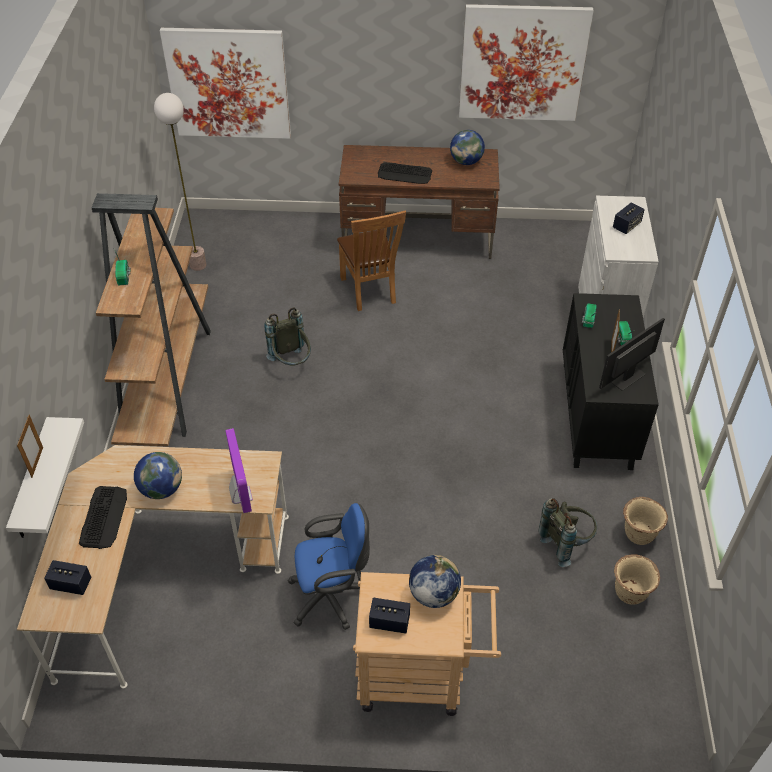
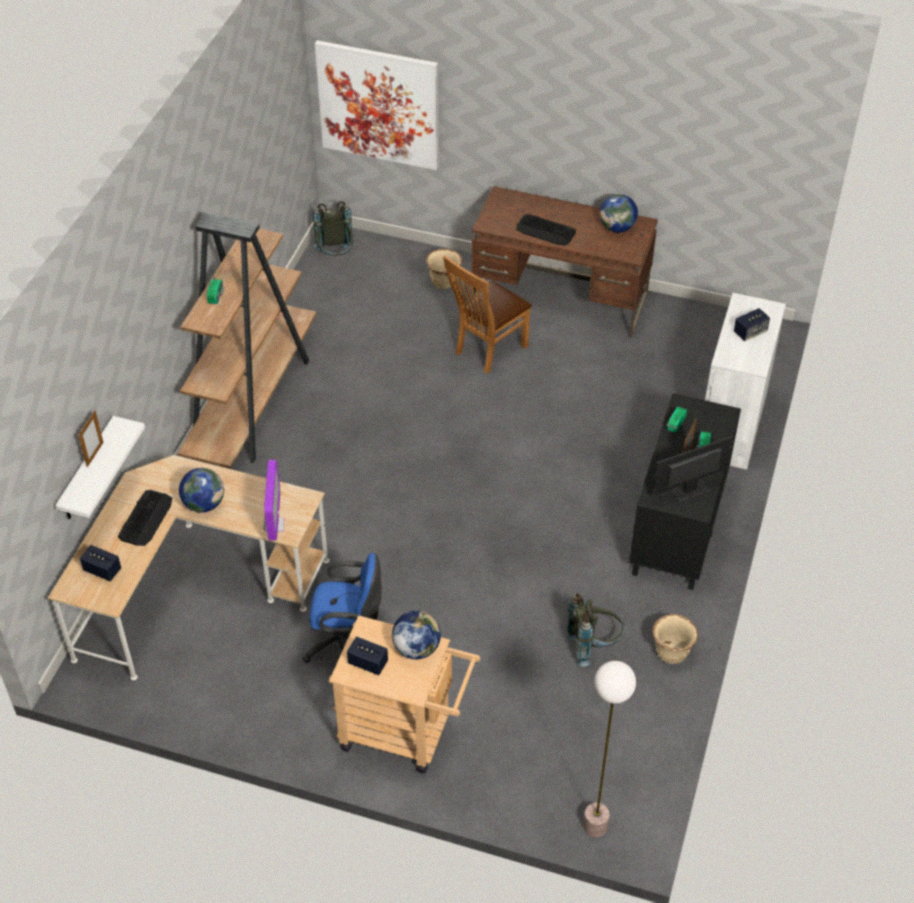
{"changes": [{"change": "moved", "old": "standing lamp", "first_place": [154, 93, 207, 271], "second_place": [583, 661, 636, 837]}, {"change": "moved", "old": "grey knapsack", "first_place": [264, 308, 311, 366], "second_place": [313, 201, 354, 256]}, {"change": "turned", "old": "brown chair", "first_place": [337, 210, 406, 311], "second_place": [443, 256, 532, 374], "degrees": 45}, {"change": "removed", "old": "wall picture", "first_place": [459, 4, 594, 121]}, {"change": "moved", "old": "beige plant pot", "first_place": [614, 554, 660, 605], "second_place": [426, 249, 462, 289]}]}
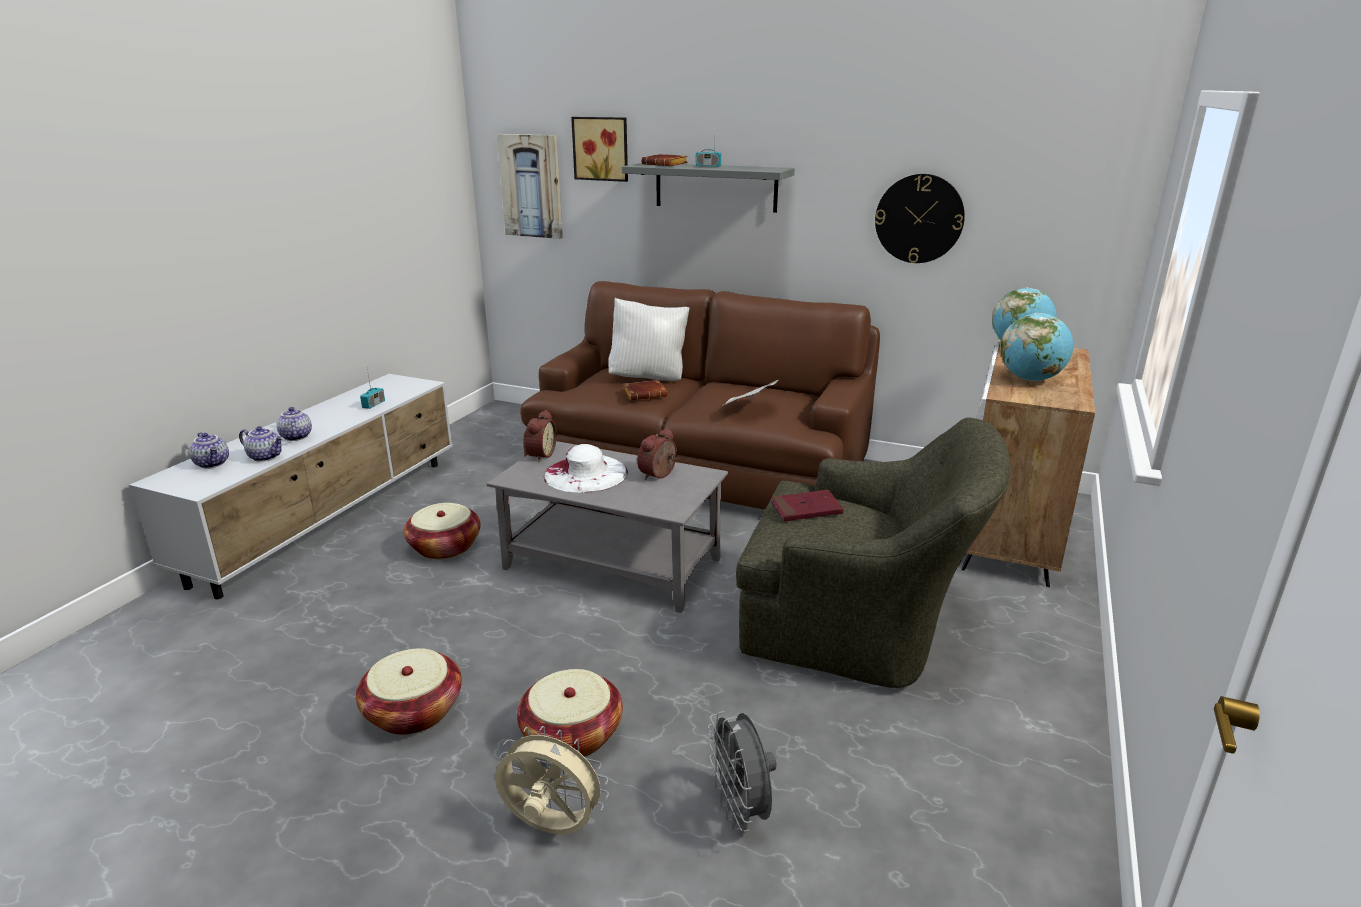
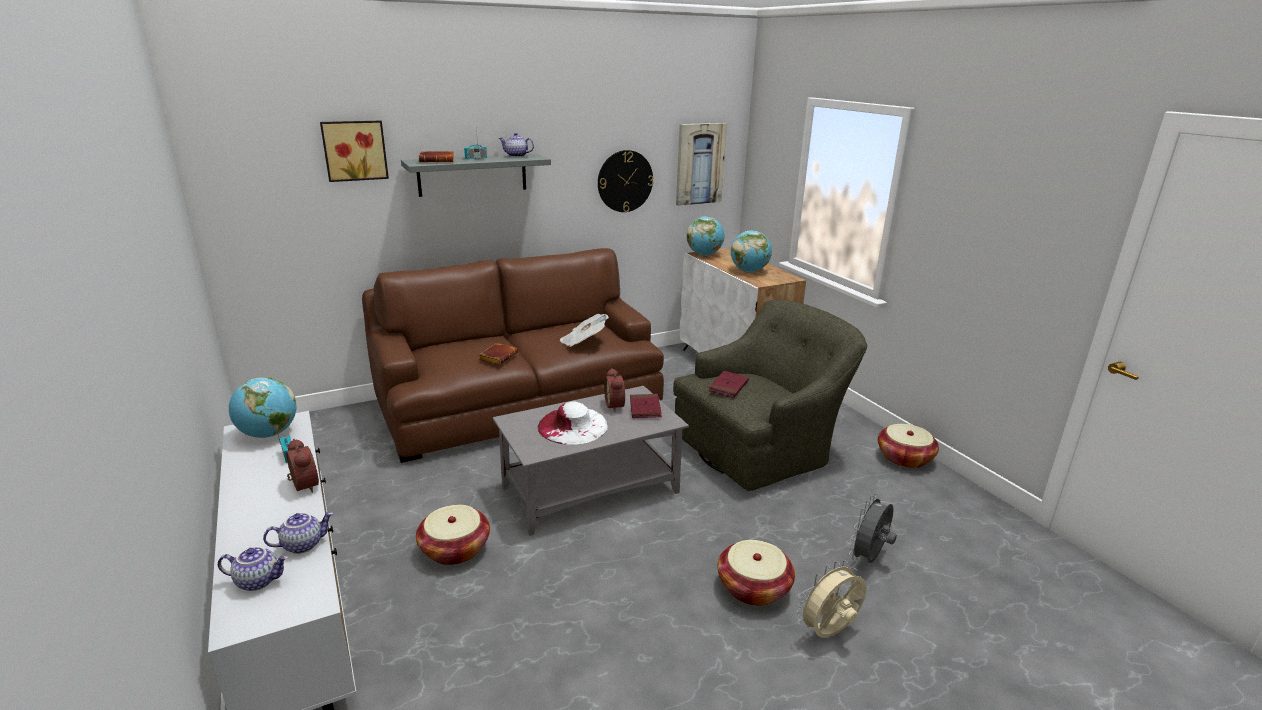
{"changes": [{"change": "moved", "old": "pot for tea", "first_place": [276, 407, 312, 441], "second_place": [499, 133, 534, 157]}, {"change": "moved", "old": "household basket", "first_place": [356, 648, 462, 735], "second_place": [878, 424, 939, 468]}, {"change": "moved", "old": "wall picture", "first_place": [497, 134, 563, 239], "second_place": [676, 123, 727, 206]}, {"change": "moved", "old": "alarm clock", "first_place": [524, 410, 557, 462], "second_place": [286, 439, 319, 493]}, {"change": "removed", "old": "white throw pillow", "first_place": [608, 298, 689, 381]}, {"change": "turned", "old": "grey cooling fan", "first_place": [708, 711, 777, 832], "second_place": [849, 493, 897, 563], "degrees": 105}, {"change": "added", "new": "globe", "second_place": [229, 377, 296, 438]}, {"change": "added", "new": "red book", "second_place": [630, 394, 662, 418]}]}
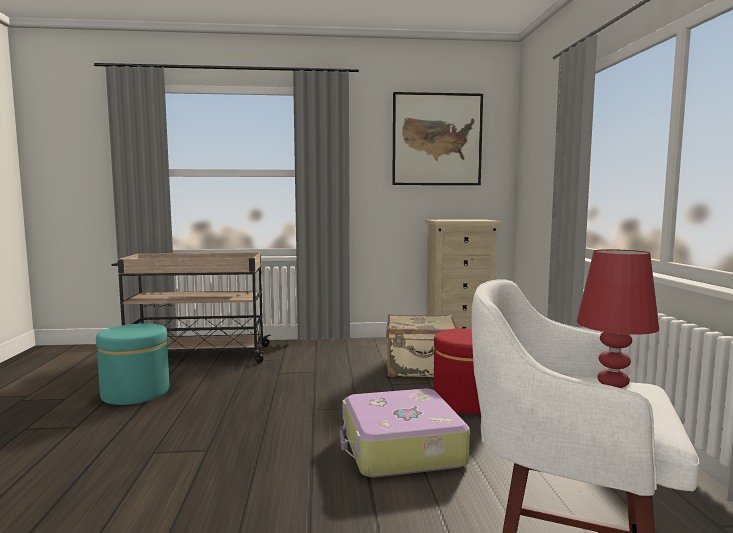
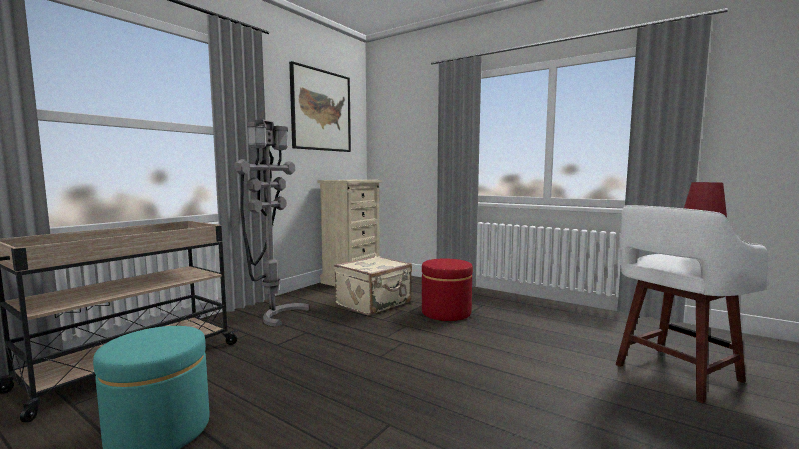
{"changes": [{"change": "removed", "old": "suitcase", "first_place": [340, 389, 470, 478]}, {"change": "added", "new": "grey standing lamp", "second_place": [234, 119, 309, 326]}]}
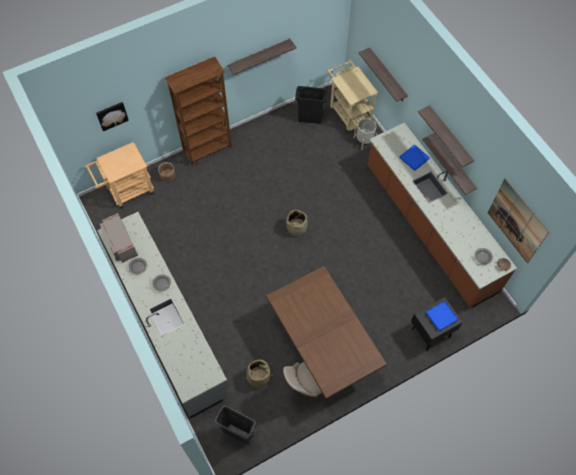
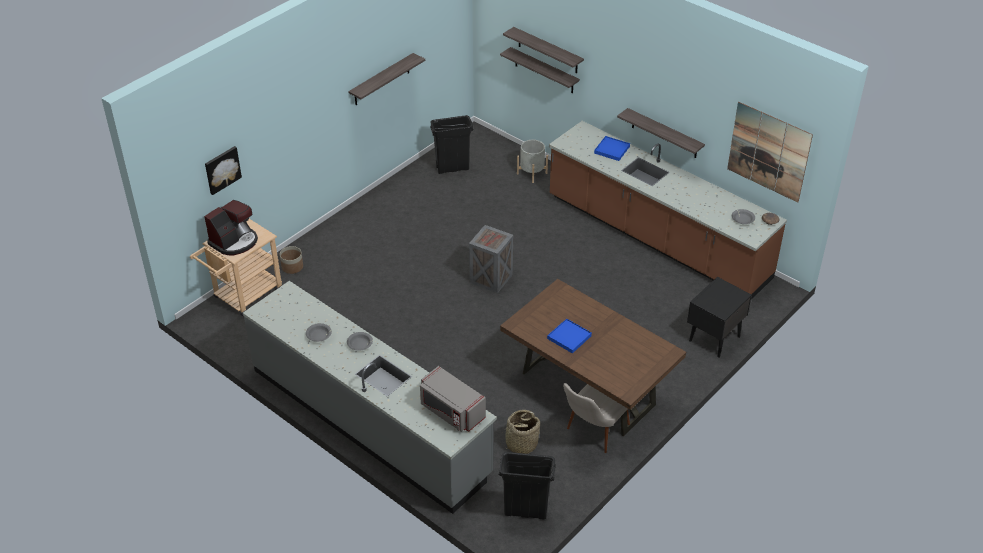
{"changes": [{"change": "moved", "old": "grey microwave oven", "first_place": [100, 213, 138, 263], "second_place": [420, 366, 486, 432]}, {"change": "removed", "old": "brown bookcase", "first_place": [165, 57, 232, 166]}, {"change": "replaced", "old": "household basket", "new": "crate", "first_place": [286, 210, 308, 237], "second_place": [469, 225, 513, 293]}, {"change": "removed", "old": "beige cart", "first_place": [327, 60, 378, 132]}, {"change": "moved", "old": "bracket shelf", "first_place": [418, 106, 474, 167], "second_place": [503, 27, 584, 73]}, {"change": "moved", "old": "blue-coloured carrying tray", "first_place": [426, 301, 458, 331], "second_place": [547, 319, 592, 353]}, {"change": "added", "new": "coffee maker", "second_place": [204, 200, 258, 255]}]}
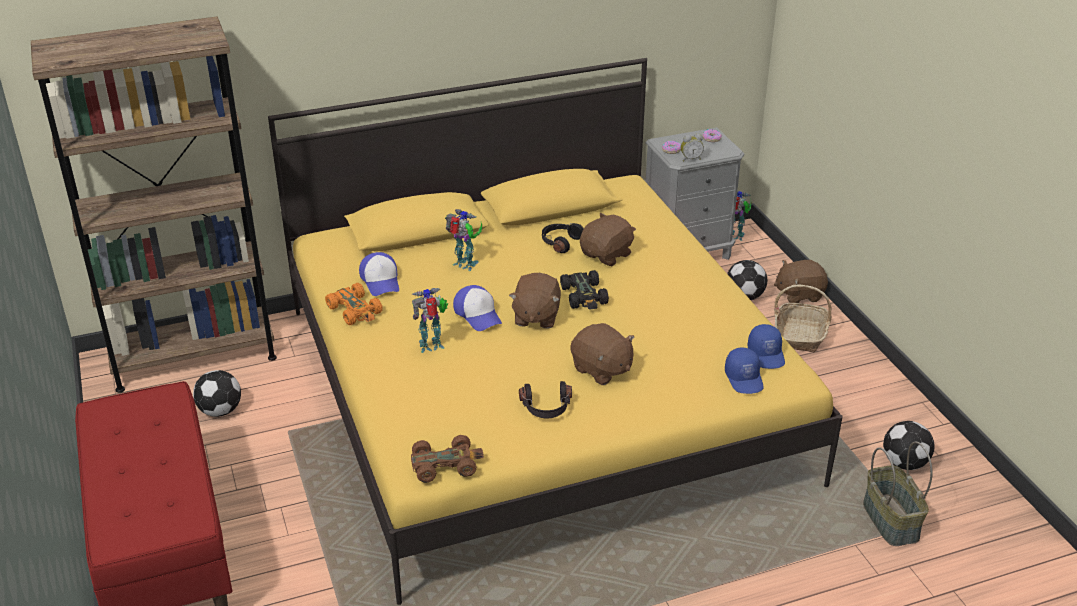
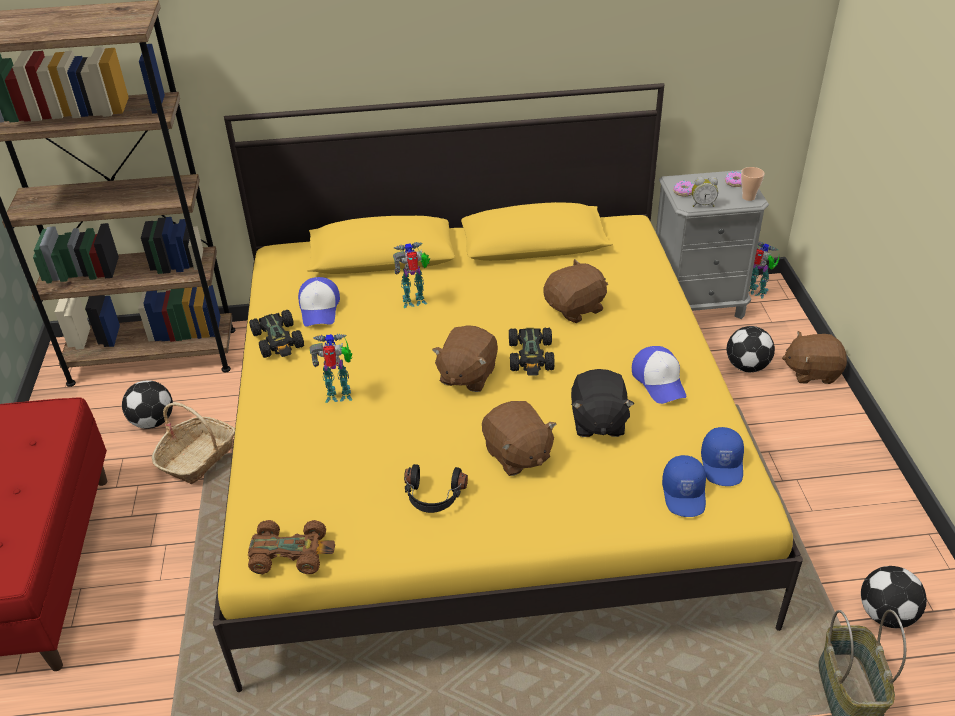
{"changes": [{"change": "recoloured", "old": "orange miniature car", "new": "blackish miniature car", "first_place": [325, 283, 383, 325], "second_place": [249, 309, 304, 358]}, {"change": "turned", "old": "model robot", "first_place": [445, 209, 482, 271], "second_place": [393, 242, 430, 308], "degrees": -60}, {"change": "moved", "old": "peaked cap", "first_place": [453, 285, 502, 331], "second_place": [632, 346, 687, 404]}, {"change": "removed", "old": "blackish headset", "first_place": [542, 223, 584, 253]}, {"change": "moved", "old": "household basket", "first_place": [774, 285, 831, 353], "second_place": [152, 402, 235, 484]}, {"change": "added", "new": "blackish plush toy", "second_place": [571, 369, 634, 437]}, {"change": "added", "new": "cup", "second_place": [741, 167, 765, 201]}]}
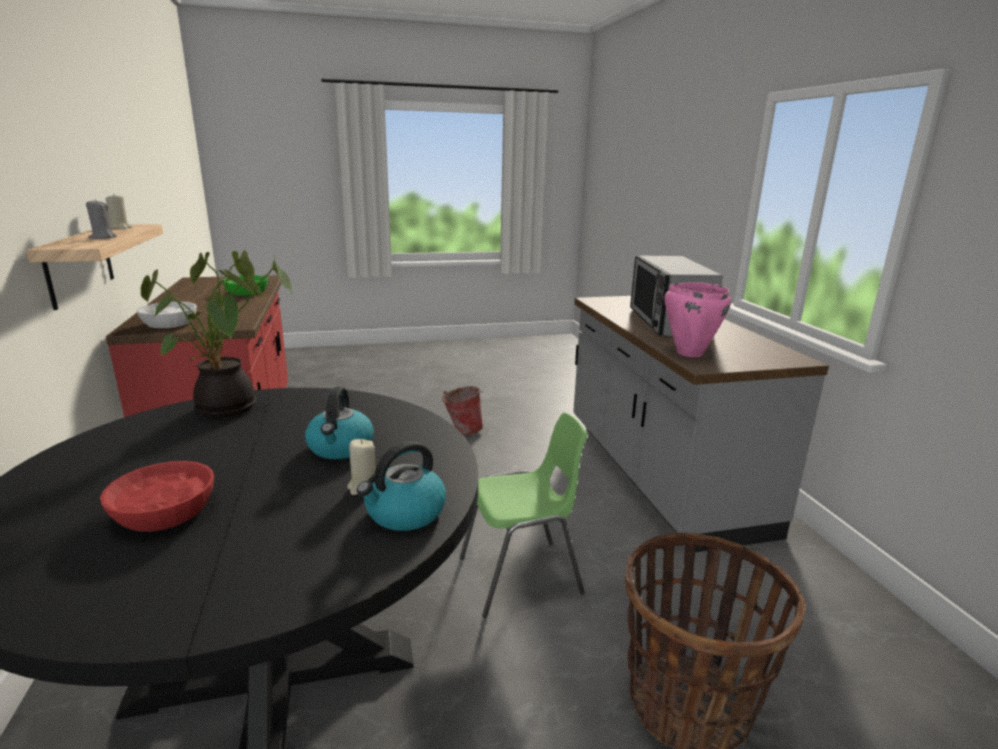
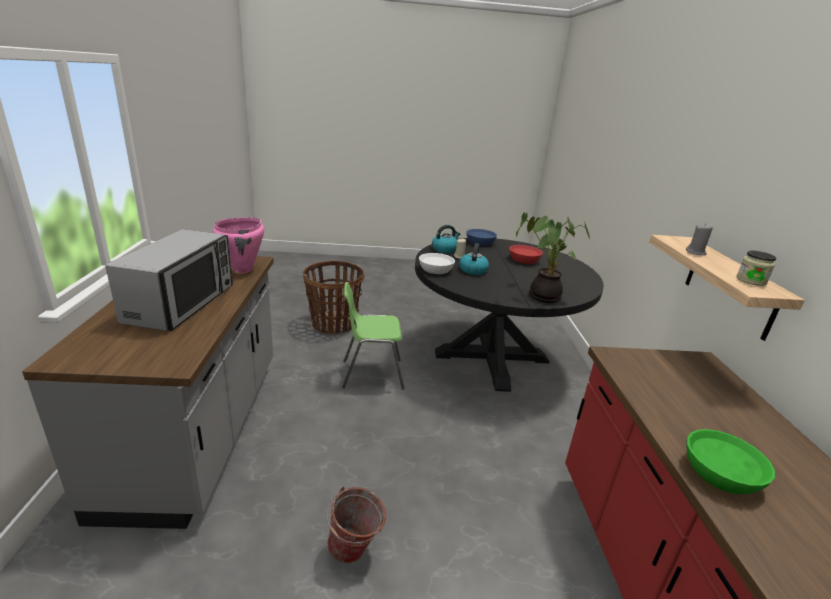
{"changes": [{"change": "replaced", "old": "beige wax candle", "new": "preserve jar", "first_place": [105, 193, 133, 229], "second_place": [736, 251, 776, 286]}, {"change": "moved", "old": "white bowl", "first_place": [136, 302, 197, 328], "second_place": [419, 253, 455, 274]}, {"change": "added", "new": "blue-coloured bowl", "second_place": [466, 229, 497, 246]}]}
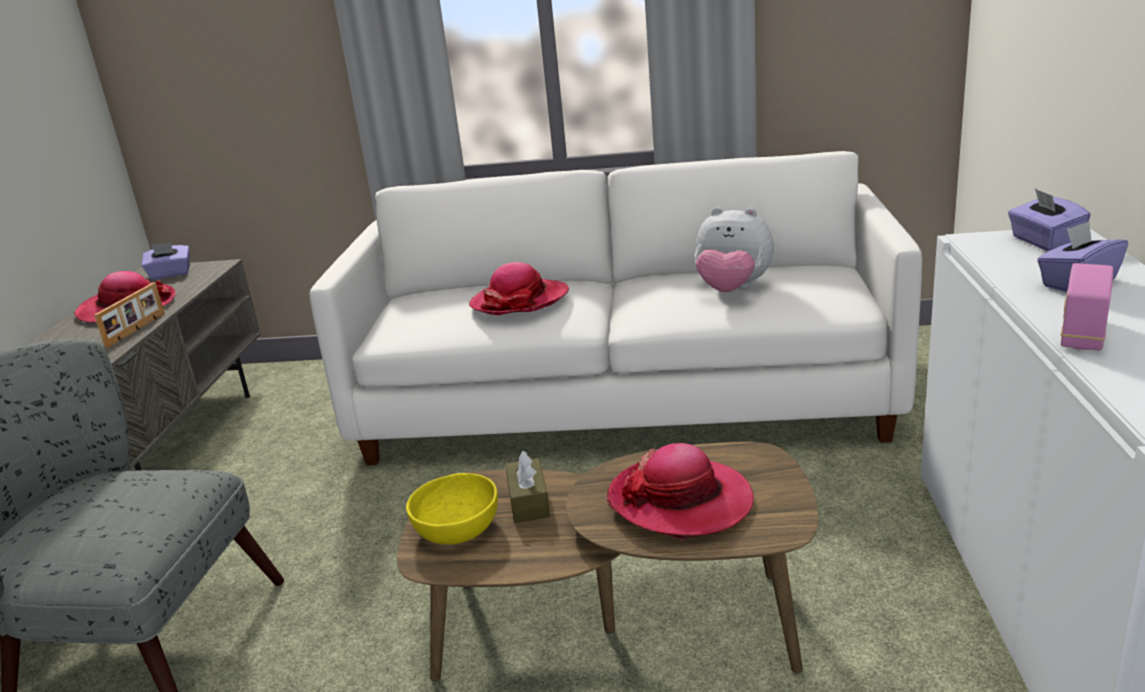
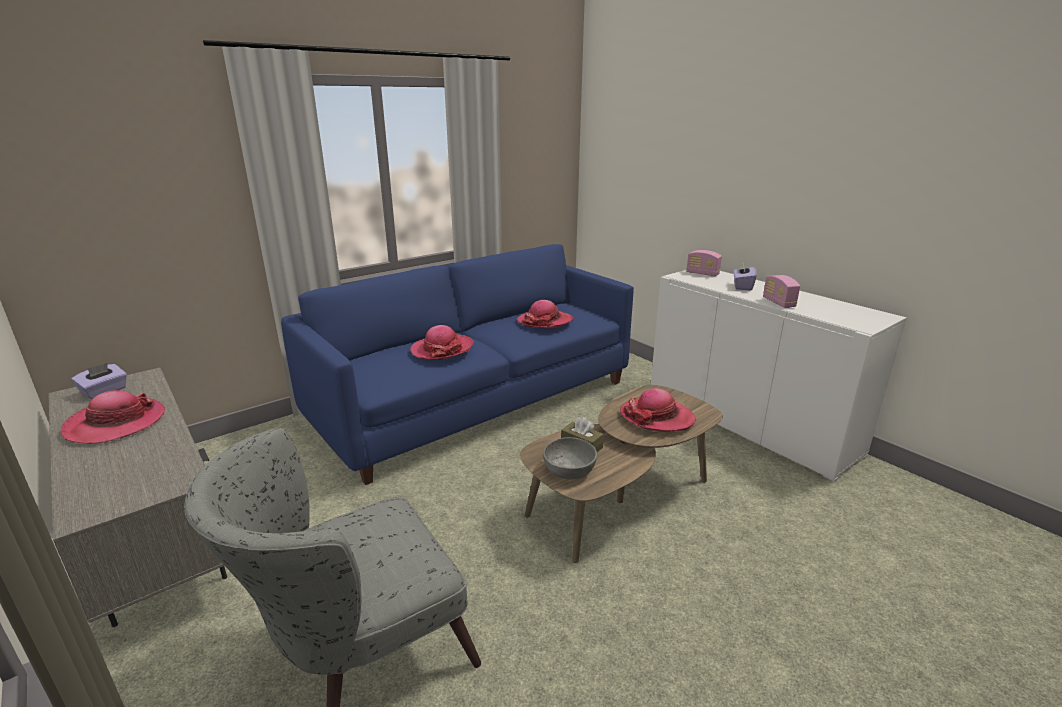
{"changes": [{"change": "removed", "old": "photo frame", "first_place": [94, 283, 165, 348]}, {"change": "recoloured", "old": "white sofa", "new": "blue-coloured sofa", "first_place": [310, 151, 922, 465], "second_place": [281, 244, 634, 485]}, {"change": "recoloured", "old": "yellow-coloured bowl", "new": "grey bowl", "first_place": [406, 473, 498, 545], "second_place": [543, 437, 597, 480]}, {"change": "replaced", "old": "plush toy", "new": "hat", "first_place": [695, 207, 774, 292], "second_place": [517, 300, 573, 329]}, {"change": "replaced", "old": "purple-coloured tissue box", "new": "radio set", "first_place": [1008, 188, 1091, 251], "second_place": [686, 250, 722, 277]}]}
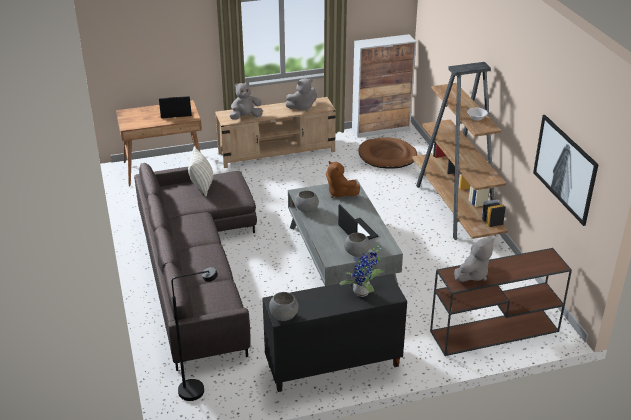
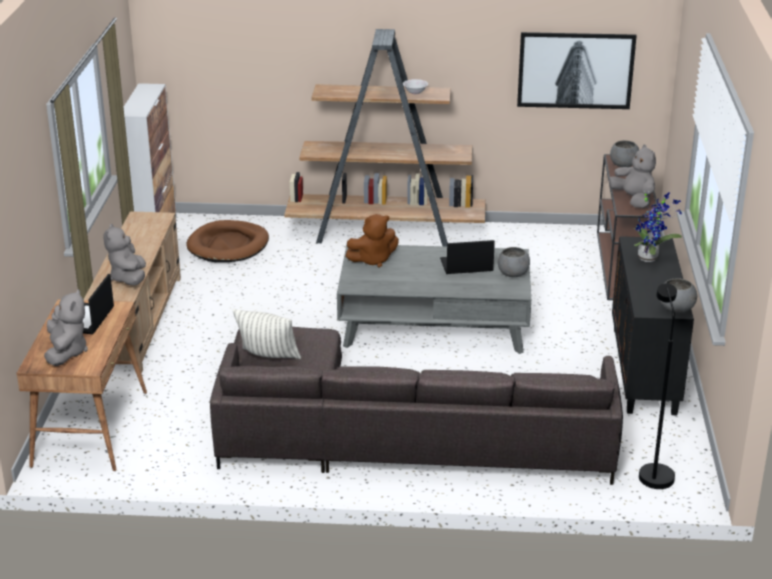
{"changes": [{"change": "moved", "old": "grey plush toy", "first_place": [285, 78, 317, 112], "second_place": [44, 289, 88, 366]}, {"change": "moved", "old": "grey bowl", "first_place": [295, 190, 319, 213], "second_place": [610, 140, 639, 167]}]}
